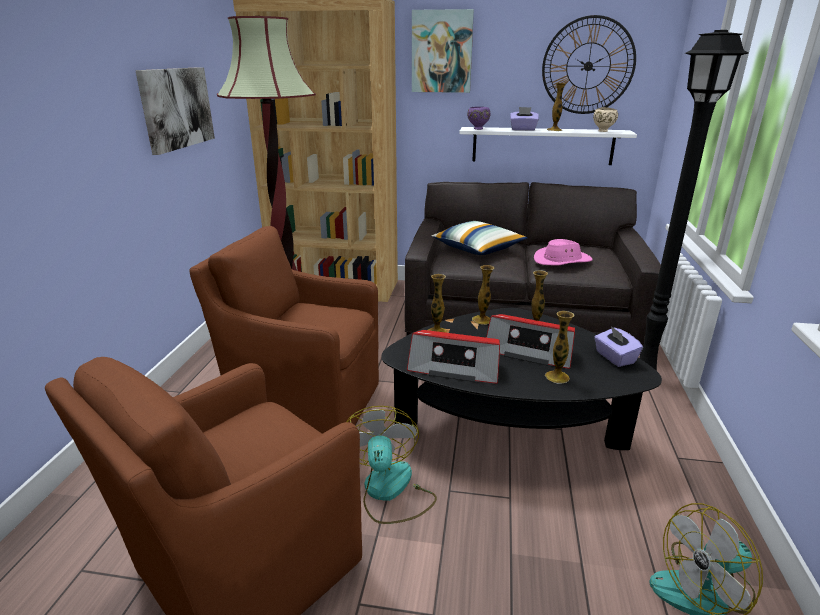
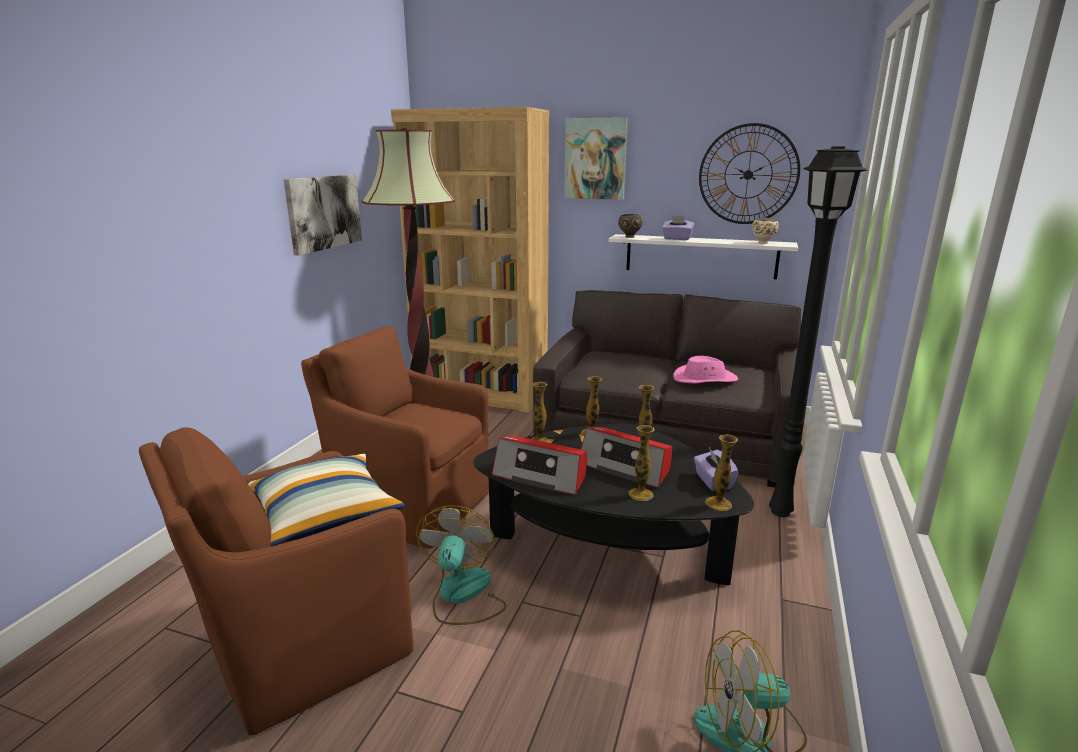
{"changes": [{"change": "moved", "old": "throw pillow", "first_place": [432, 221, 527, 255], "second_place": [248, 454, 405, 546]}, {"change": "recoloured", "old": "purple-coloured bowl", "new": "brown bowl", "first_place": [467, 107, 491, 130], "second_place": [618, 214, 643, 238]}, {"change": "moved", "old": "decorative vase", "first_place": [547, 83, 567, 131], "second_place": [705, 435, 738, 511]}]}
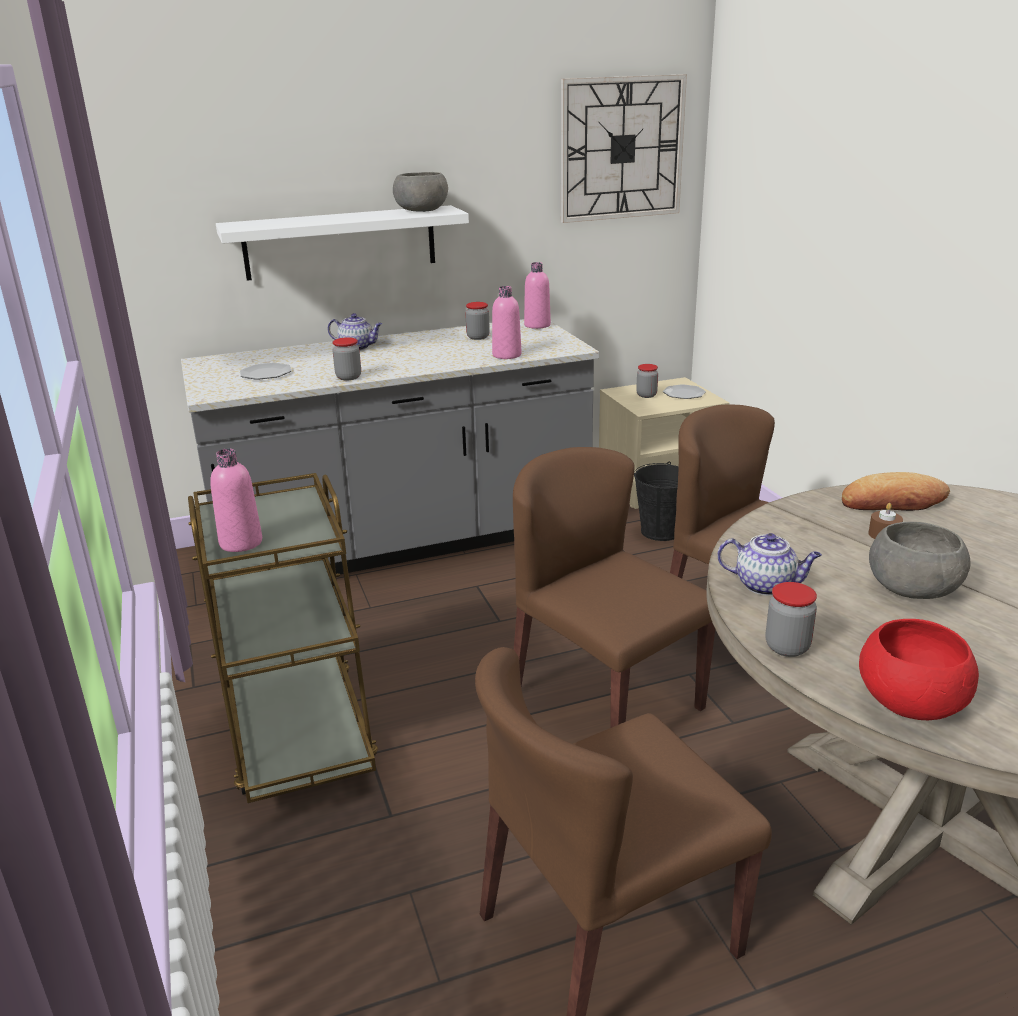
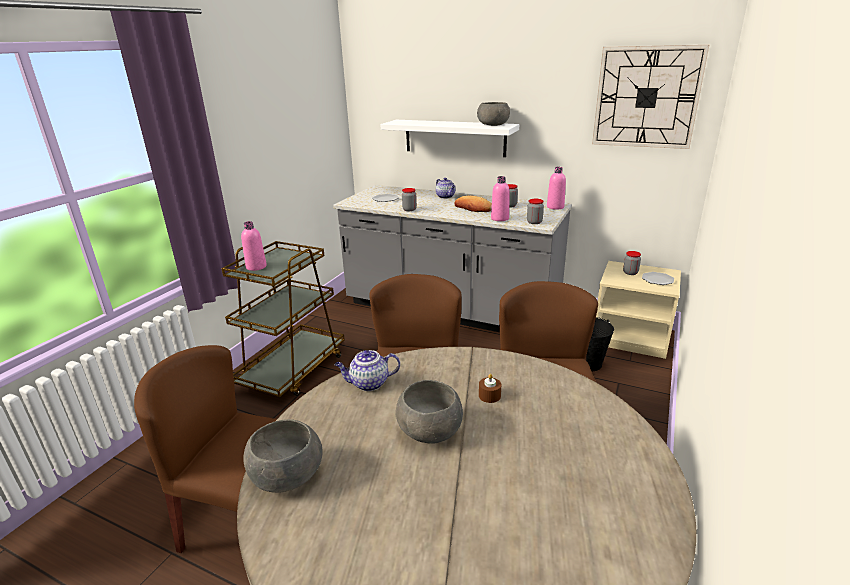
{"changes": [{"change": "turned", "old": "pot for tea", "first_place": [717, 533, 822, 596], "second_place": [334, 350, 400, 391], "degrees": 105}, {"change": "moved", "old": "preserve jar", "first_place": [766, 582, 817, 657], "second_place": [527, 199, 544, 224]}, {"change": "moved", "old": "baked bread", "first_place": [842, 472, 950, 511], "second_place": [454, 195, 492, 212]}, {"change": "recoloured", "old": "red bowl", "new": "grey bowl", "first_place": [859, 619, 979, 720], "second_place": [243, 419, 323, 493]}]}
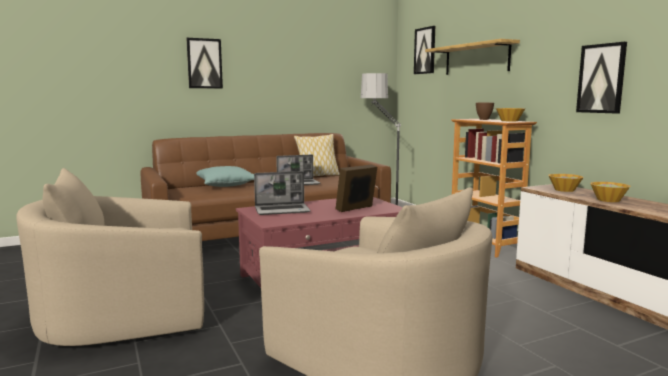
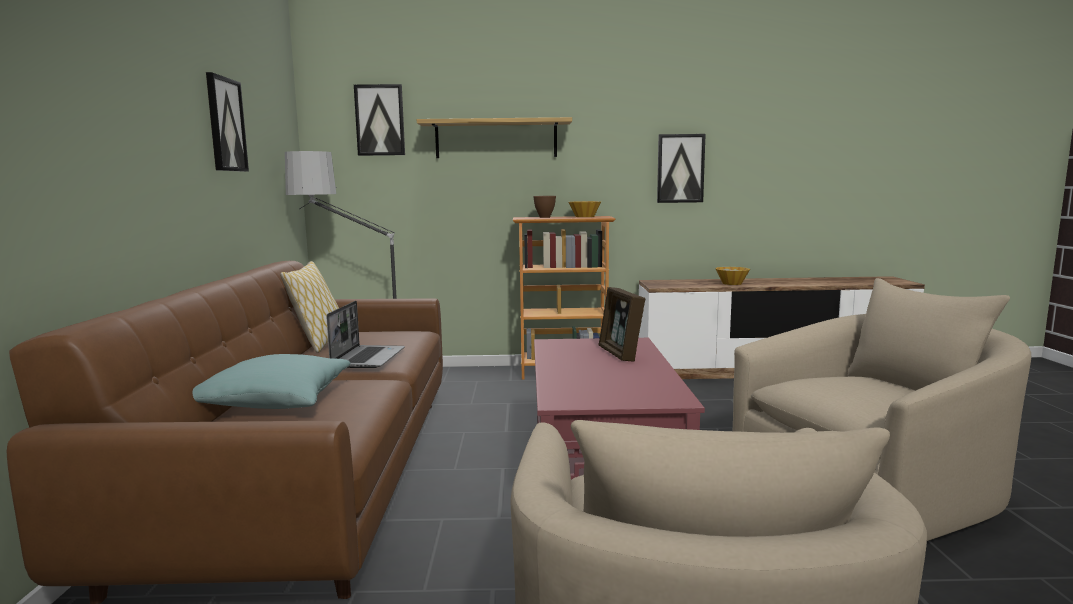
{"changes": [{"change": "moved", "old": "wall picture", "first_place": [186, 38, 223, 88], "second_place": [206, 72, 249, 172]}, {"change": "removed", "old": "laptop", "first_place": [254, 171, 311, 215]}, {"change": "removed", "old": "bowl", "first_place": [548, 174, 584, 192]}]}
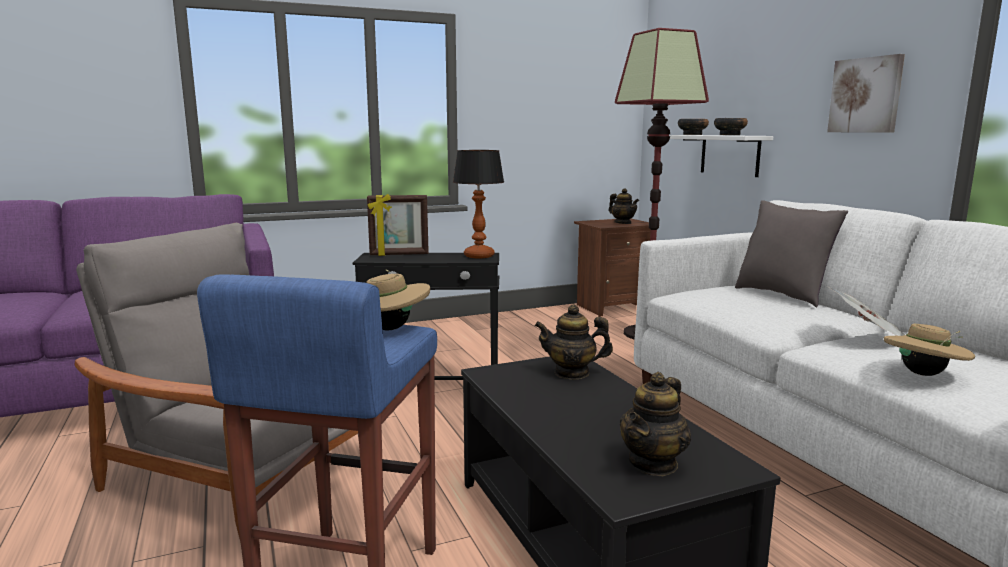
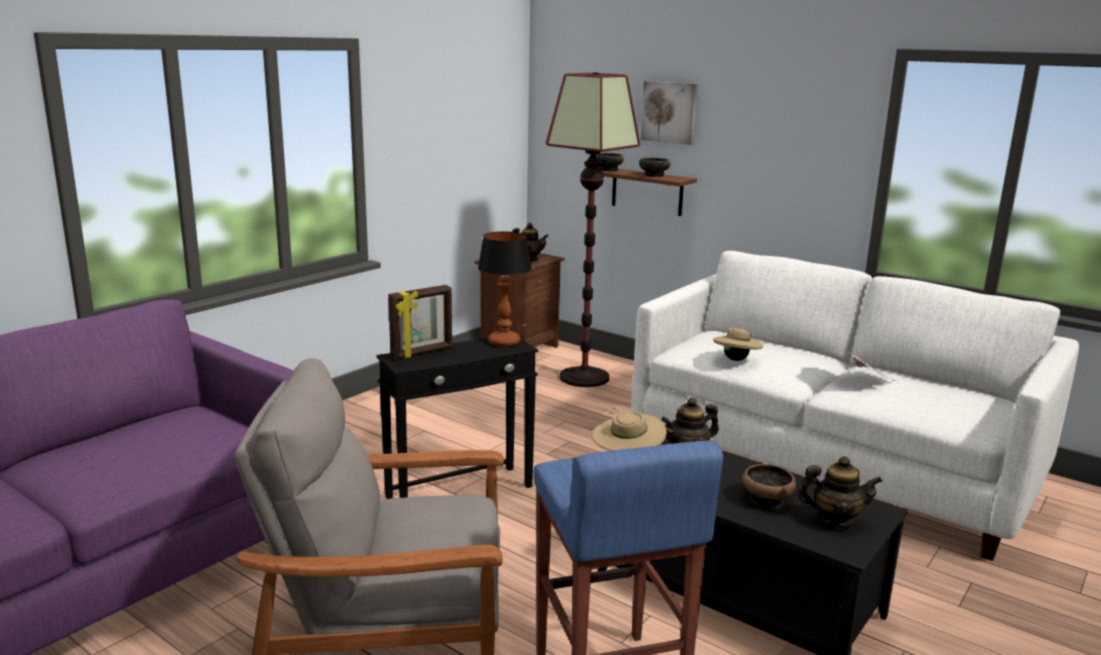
{"changes": [{"change": "turned", "old": "pot for tea", "first_place": [619, 372, 691, 476], "second_place": [798, 456, 883, 529], "degrees": -90}, {"change": "recoloured", "old": "white bracket shelf", "new": "brown bracket shelf", "first_place": [669, 135, 773, 177], "second_place": [602, 169, 697, 216]}, {"change": "removed", "old": "grey throw pillow", "first_place": [735, 200, 848, 307]}, {"change": "moved", "old": "wall picture", "first_place": [827, 54, 905, 133], "second_place": [641, 81, 698, 145]}, {"change": "moved", "old": "beige hat", "first_place": [884, 324, 975, 376], "second_place": [713, 328, 763, 361]}, {"change": "added", "new": "bowl", "second_place": [742, 464, 796, 507]}]}
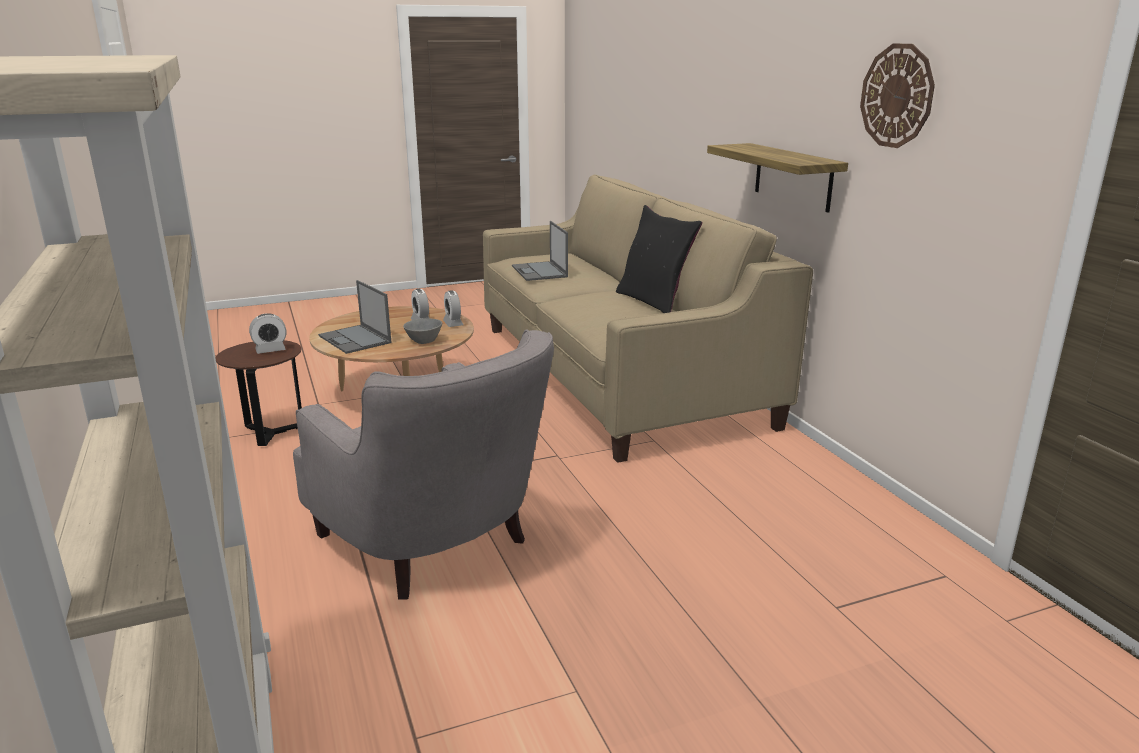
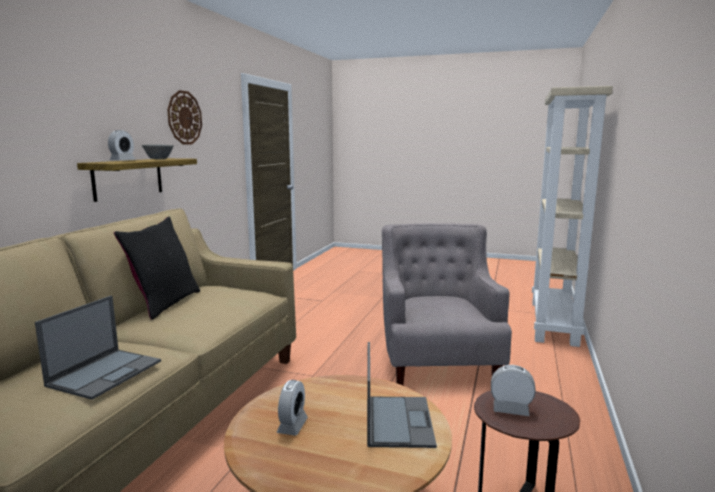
{"changes": [{"change": "moved", "old": "grey bowl", "first_place": [403, 318, 442, 344], "second_place": [142, 144, 174, 159]}, {"change": "moved", "old": "alarm clock", "first_place": [443, 290, 463, 327], "second_place": [108, 130, 136, 160]}]}
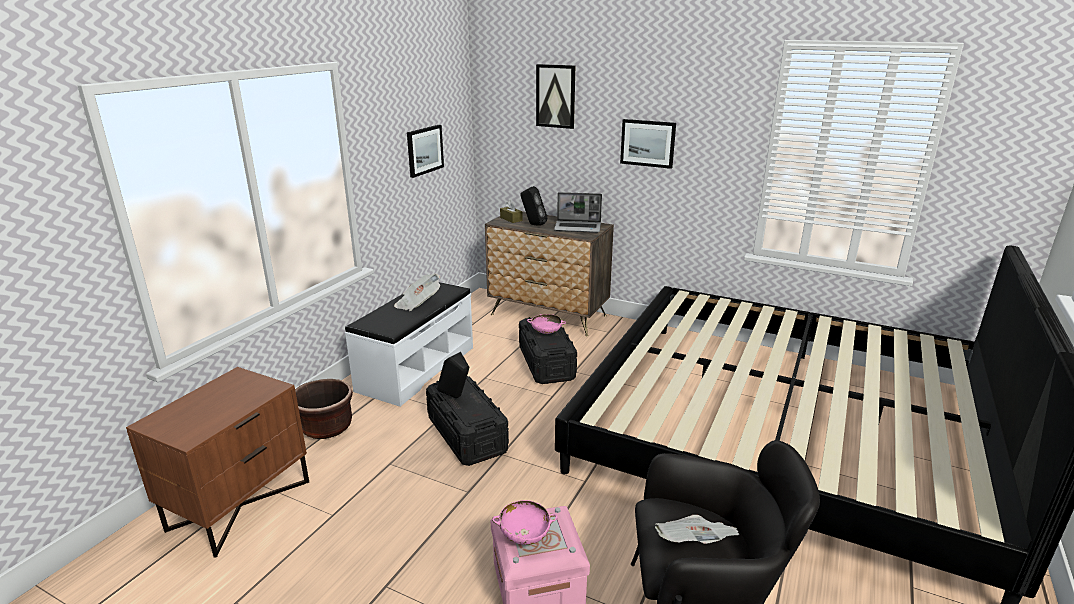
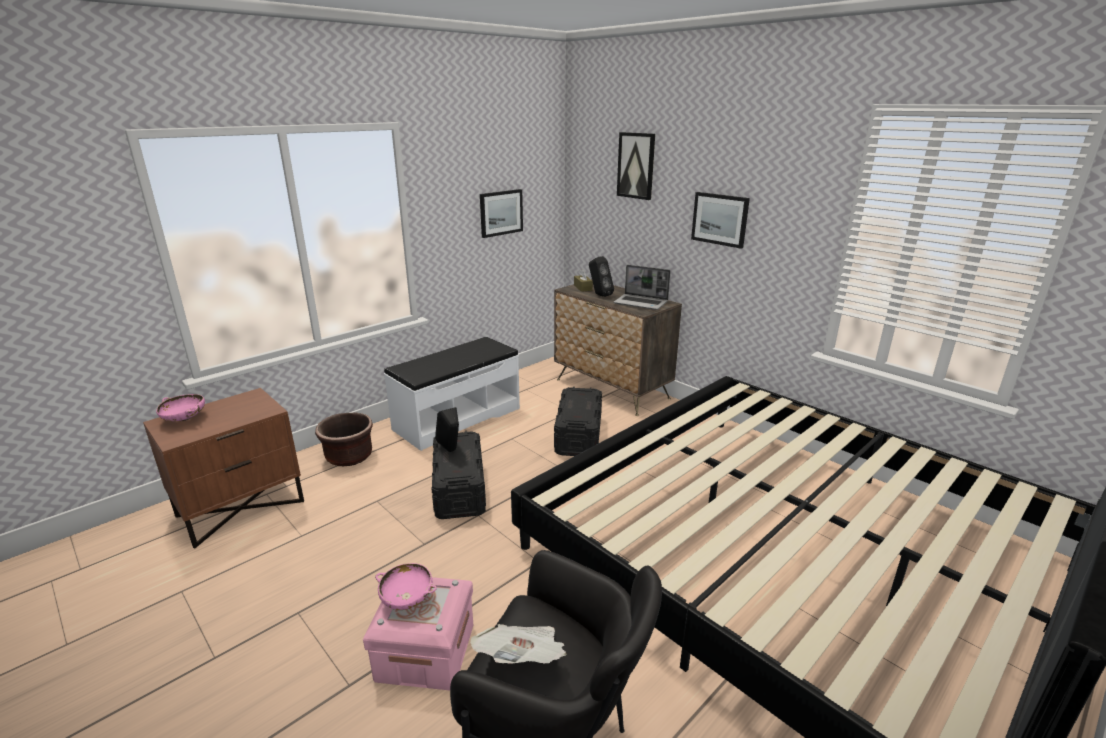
{"changes": [{"change": "removed", "old": "daily paper", "first_place": [394, 274, 440, 311]}, {"change": "moved", "old": "pink bowl", "first_place": [527, 314, 566, 334], "second_place": [156, 394, 205, 421]}]}
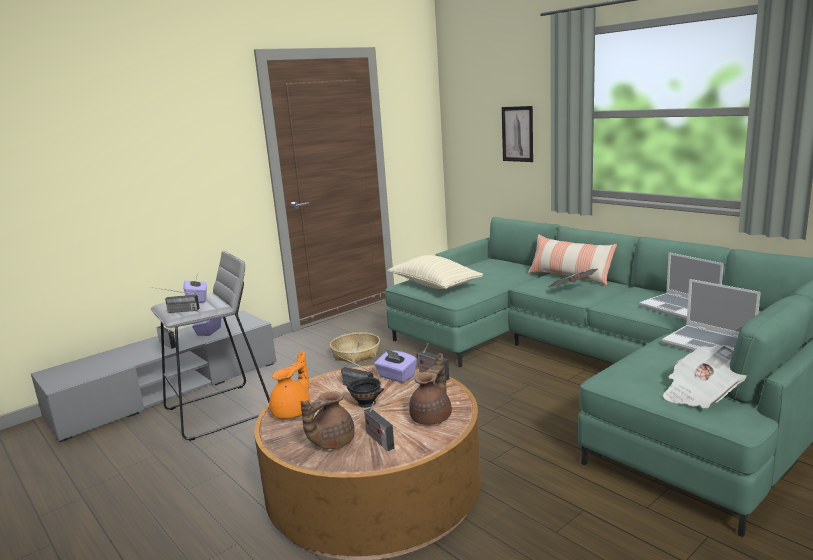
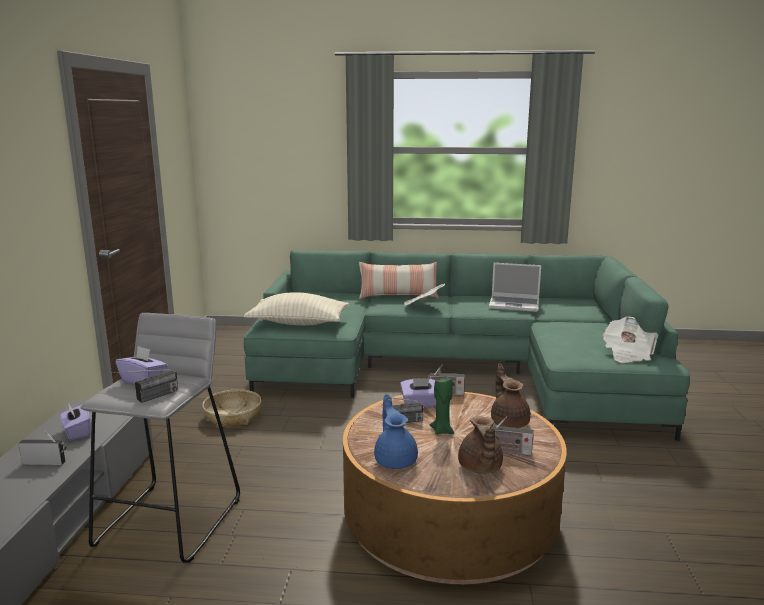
{"changes": [{"change": "recoloured", "old": "orange pot for tea", "new": "blue-coloured pot for tea", "first_place": [269, 351, 311, 419], "second_place": [374, 394, 418, 469]}, {"change": "replaced", "old": "blackish bowl", "new": "green wax candle", "first_place": [346, 377, 384, 408], "second_place": [430, 376, 454, 435]}, {"change": "removed", "old": "wall picture", "first_place": [502, 106, 533, 162]}, {"change": "removed", "old": "laptop", "first_place": [662, 279, 761, 351]}]}
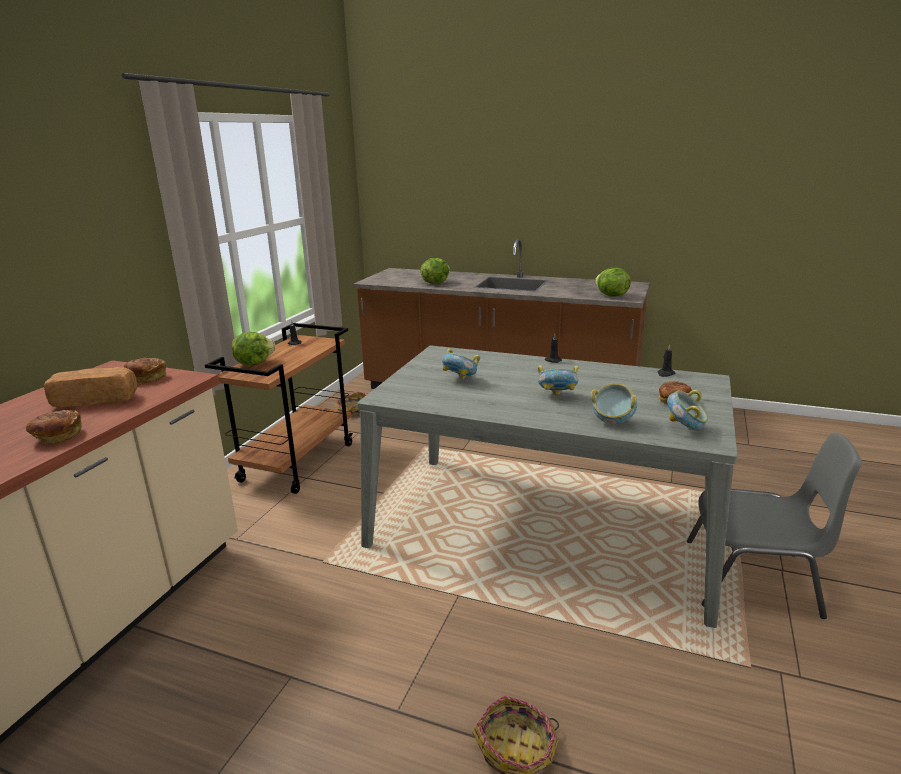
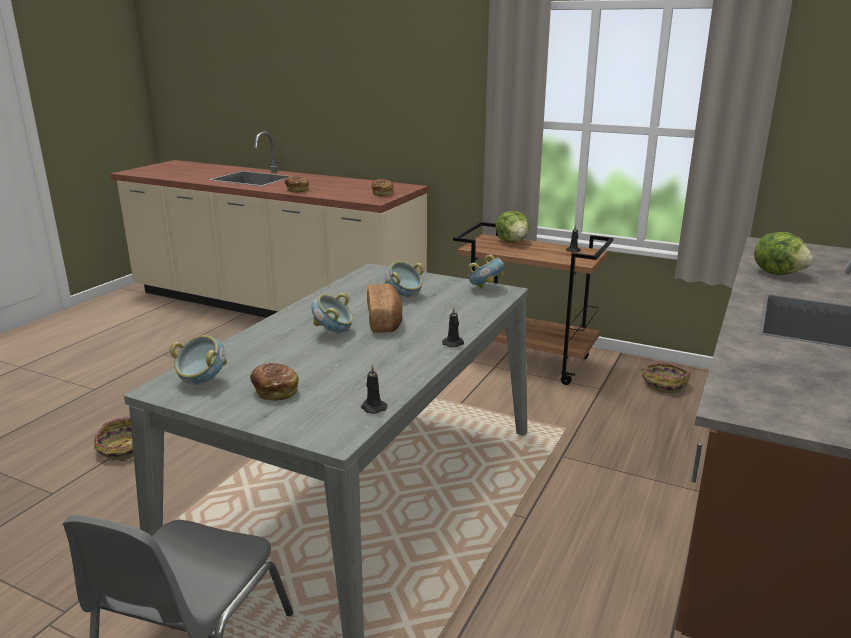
{"changes": [{"change": "moved", "old": "baked bread", "first_place": [44, 367, 137, 407], "second_place": [367, 283, 403, 333]}, {"change": "moved", "old": "bowl", "first_place": [591, 383, 637, 424], "second_place": [468, 254, 504, 288]}, {"change": "removed", "old": "lettuce", "first_place": [595, 268, 631, 297]}]}
